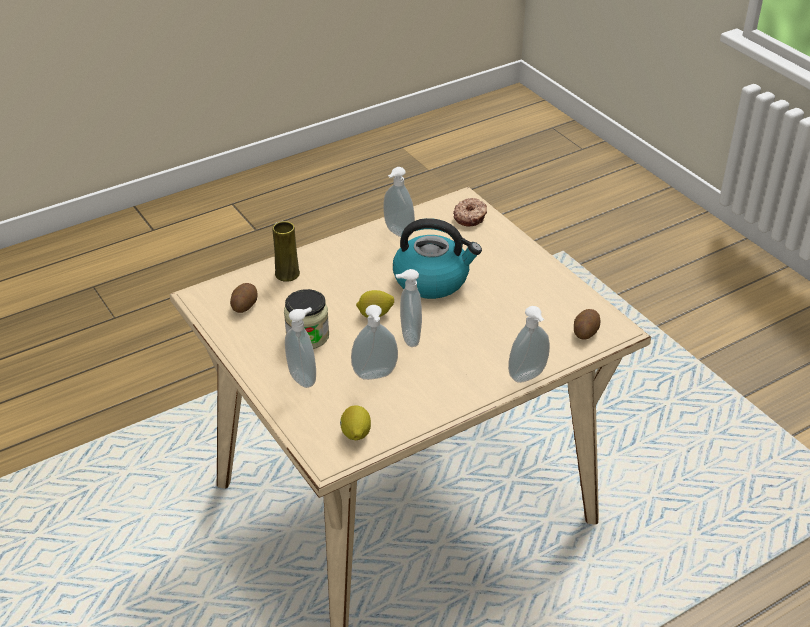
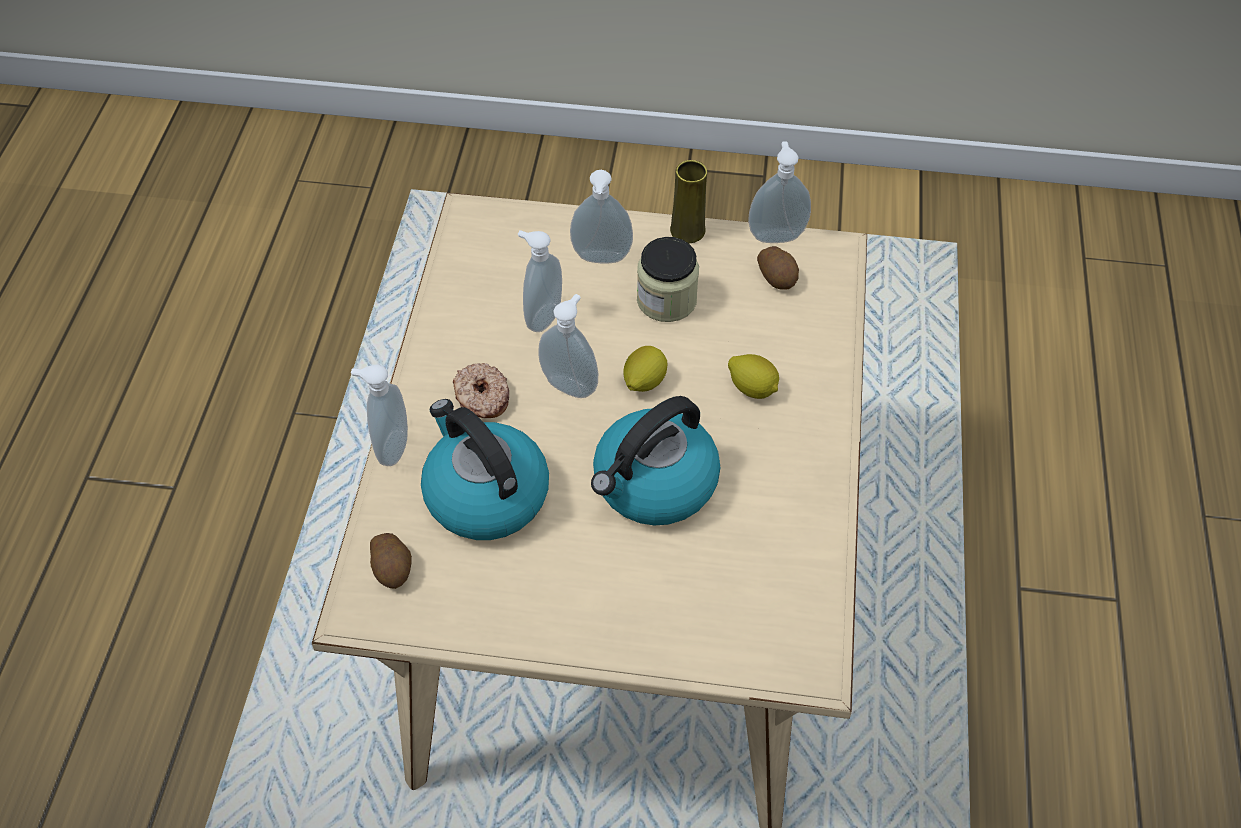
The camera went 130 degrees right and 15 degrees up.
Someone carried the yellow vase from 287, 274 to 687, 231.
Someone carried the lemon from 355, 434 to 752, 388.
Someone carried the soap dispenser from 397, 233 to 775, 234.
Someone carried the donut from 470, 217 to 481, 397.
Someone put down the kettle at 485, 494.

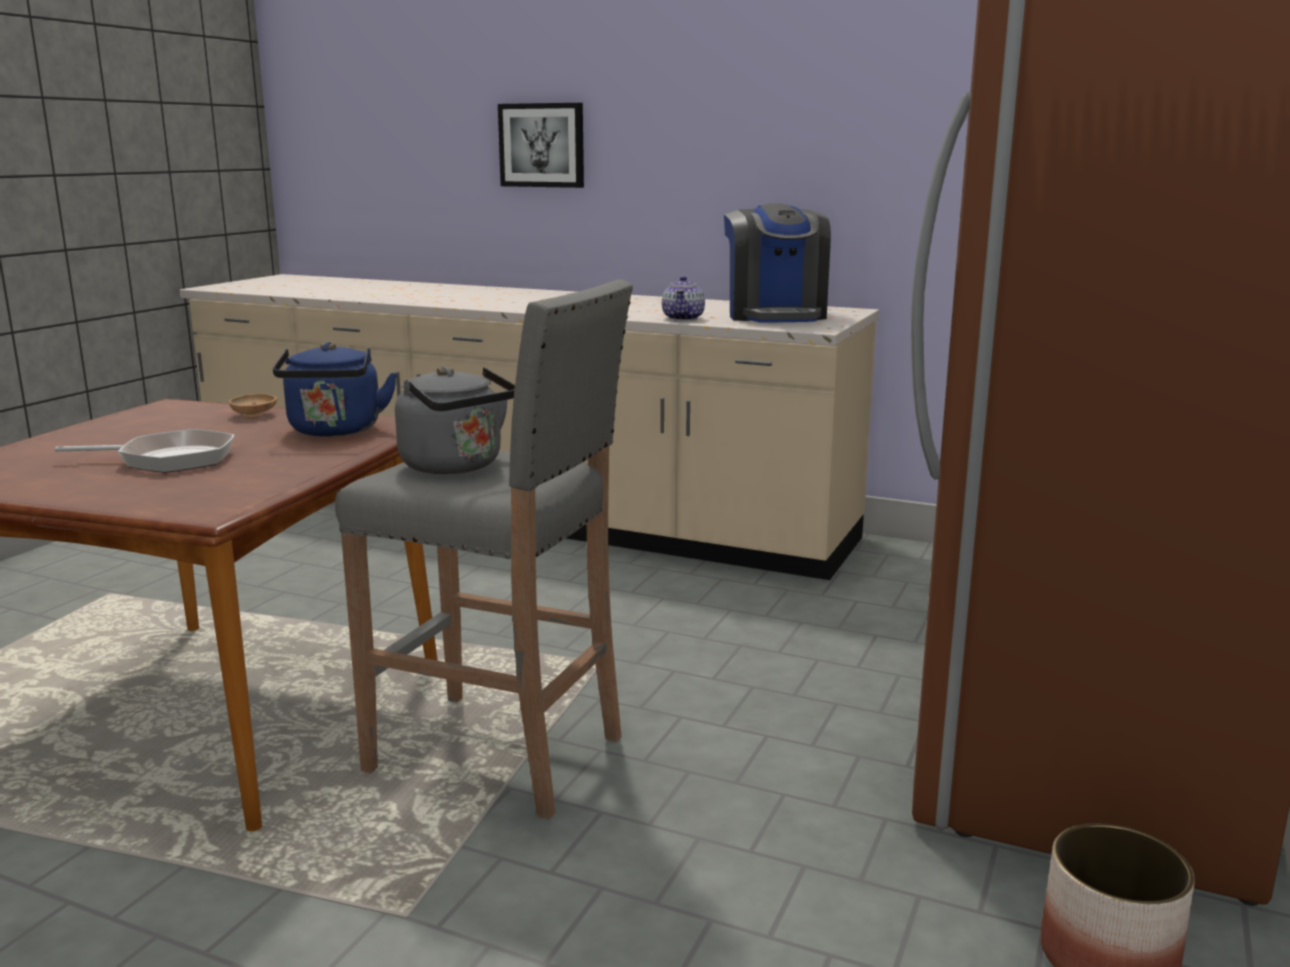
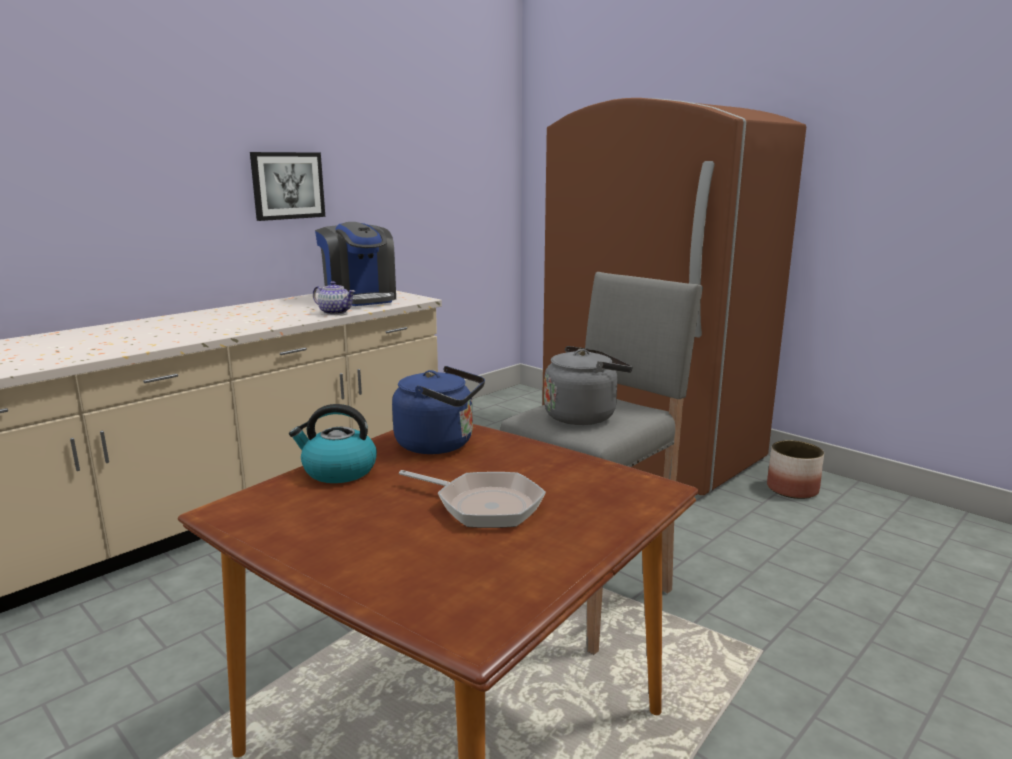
The camera went 70 degrees left and 0 degrees up.
Someone rotated the frying pan at 169, 459 by 105 degrees clockwise.
Someone swapped the brown bowl at 254, 415 for the kettle at 338, 471.
Someone carried the picture from 542, 145 to 287, 185.
Someone rotated the coffee machine at 775, 315 by 45 degrees clockwise.

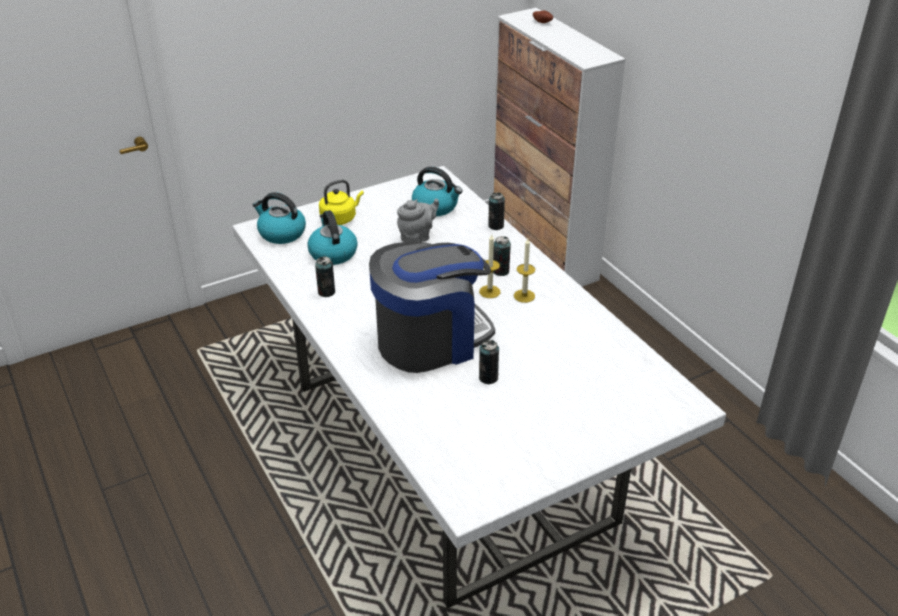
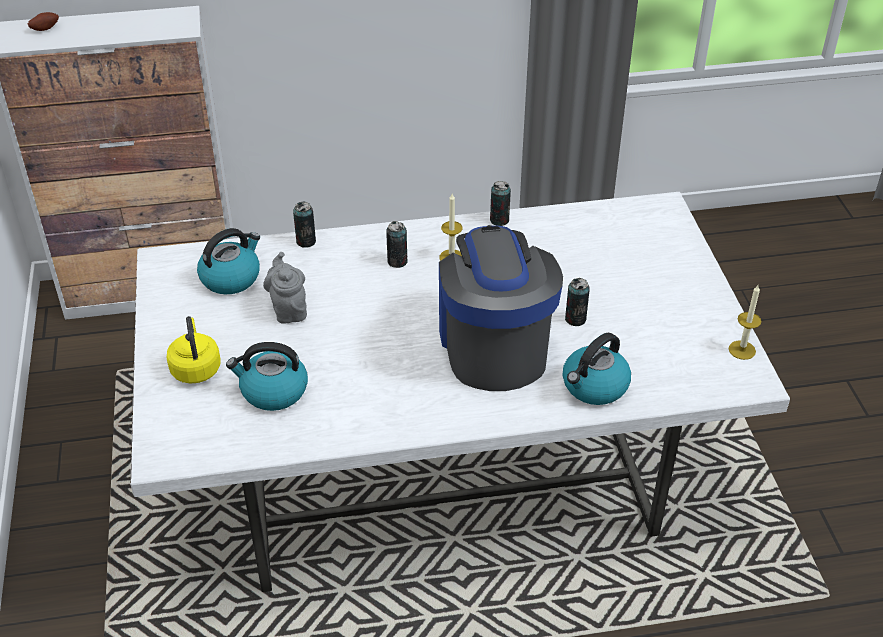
The camera went 70 degrees left and 5 degrees up.
Someone carried the kettle from 281, 233 to 594, 386.
Someone carried the can from 326, 292 to 499, 220.
Someone carried the candle from 489, 291 to 742, 350.

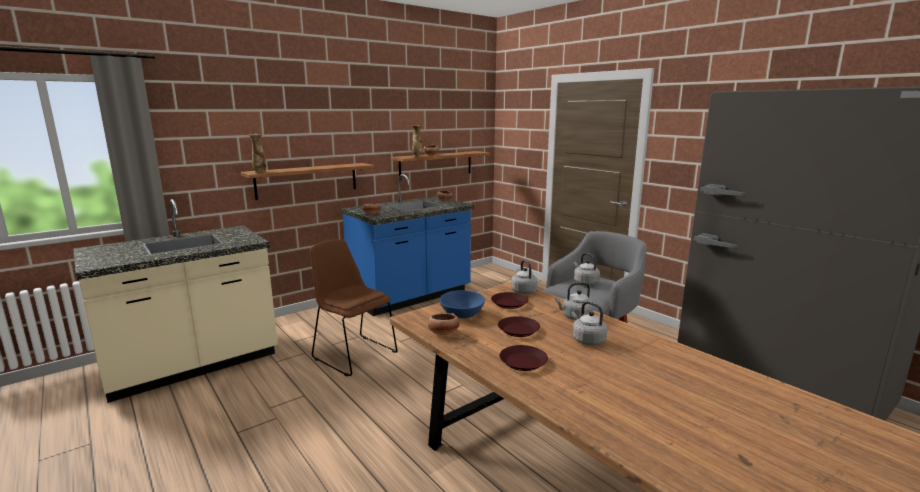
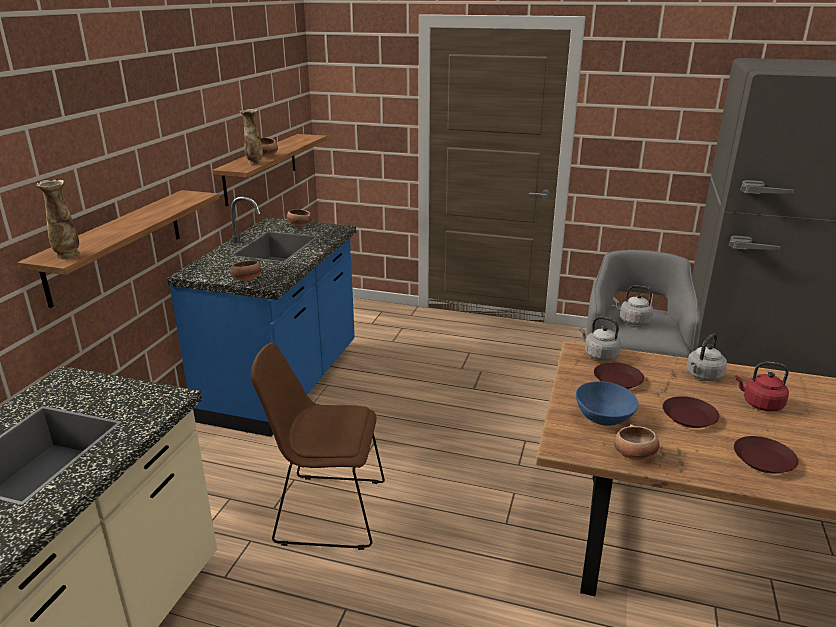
The camera went 35 degrees left and 10 degrees up.
Someone repainted the grey kettle at 587, 340, which became the red kettle at 760, 404.

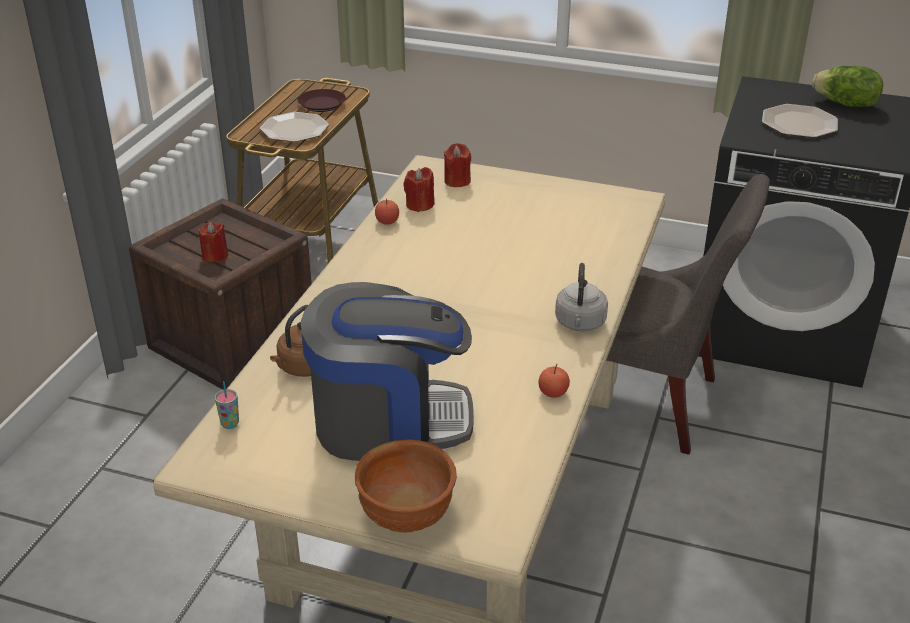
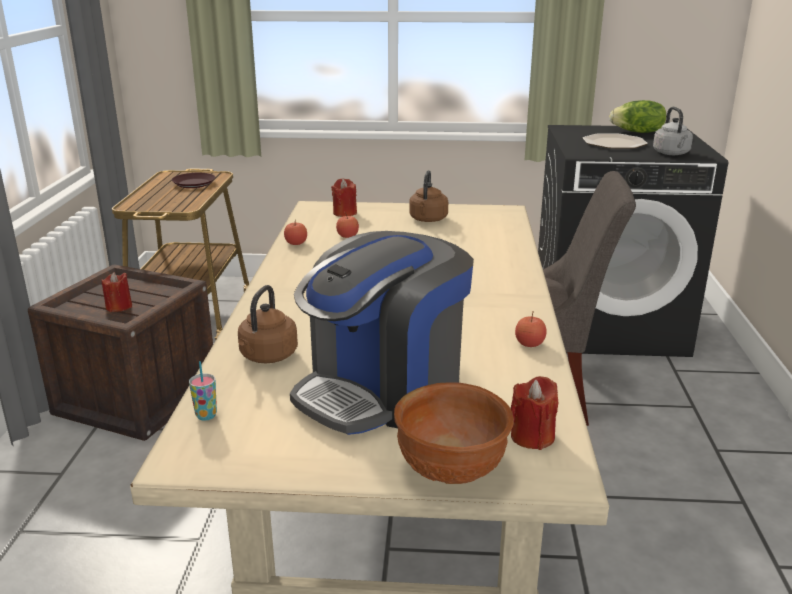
The camera went 15 degrees left and 10 degrees down.
Someone took away the plate at 295, 129.
Someone rotated the coffee machine at 389, 423 by 150 degrees clockwise.
Someone carried the red candle from 419, 205 to 532, 436.
Someone carried the grey kettle from 580, 324 to 672, 153.
Someone put down the apple at 347, 236.
Someone put down the brown kettle at 428, 220.

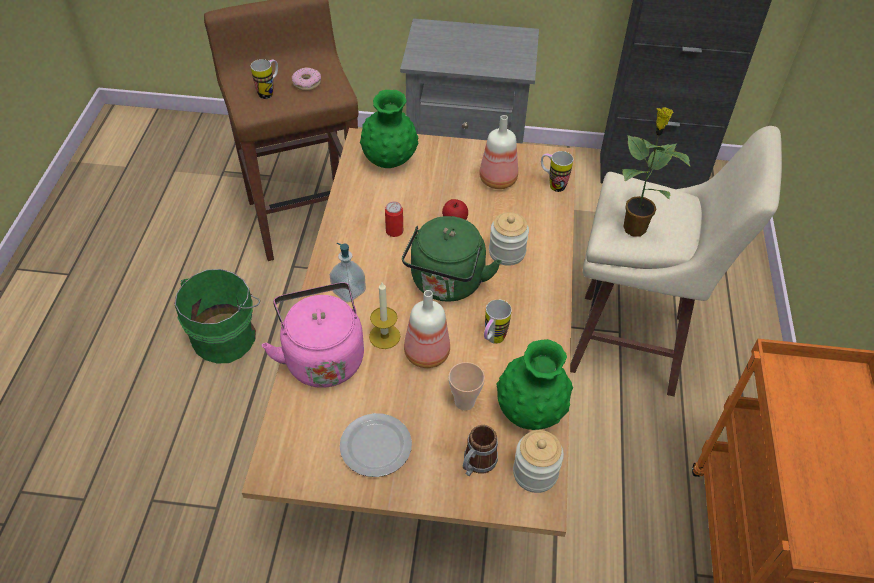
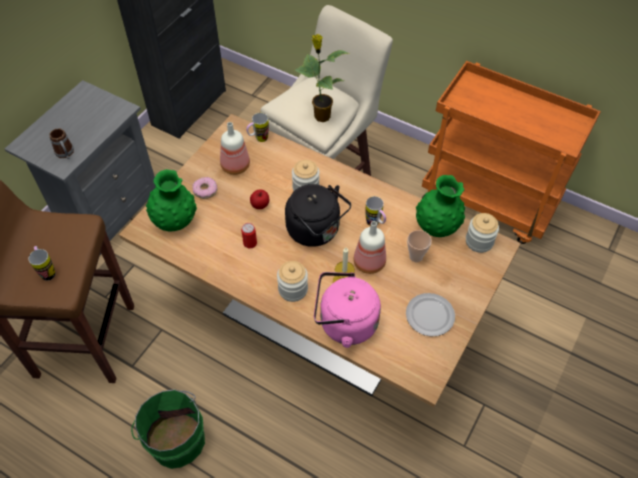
The camera went 65 degrees left and 5 degrees up.
Someone carried the donut from 307, 83 to 205, 190.
Someone swapped the soap dispenser at 348, 291 for the jar at 293, 289.
Someone repainted the green kettle at 446, 284, which became the black kettle at 316, 231.
Someone carried the mug from 476, 464 to 66, 154.

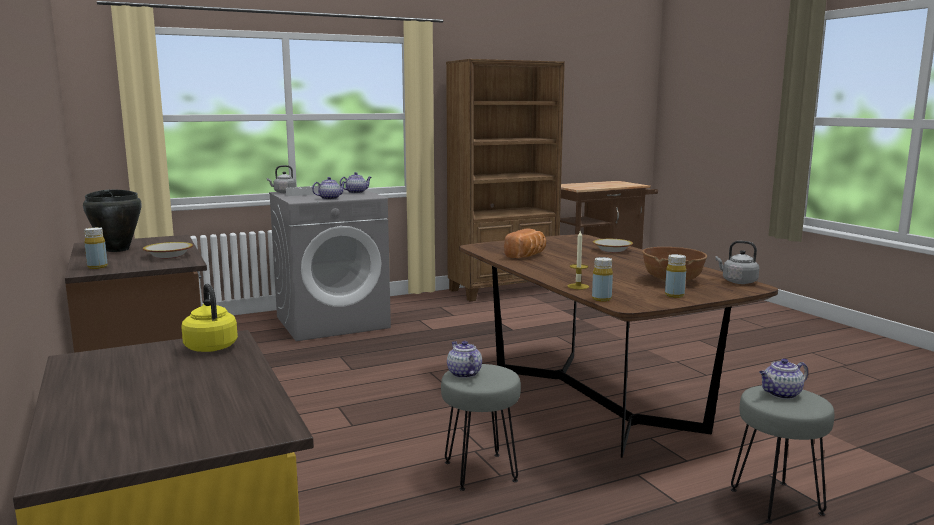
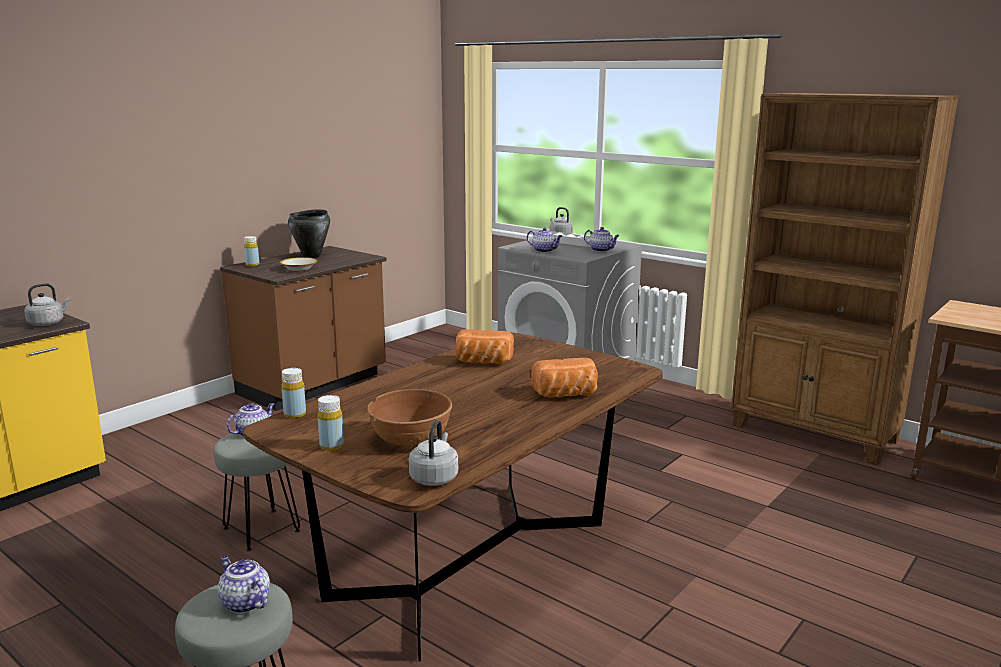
The camera went 65 degrees right and 5 degrees up.
Someone repainted the yellow kettle at 210, 346, which became the grey kettle at 48, 323.
Someone took away the candle at 578, 286.
Someone swapped the bowl at 612, 250 for the bread at 566, 395.

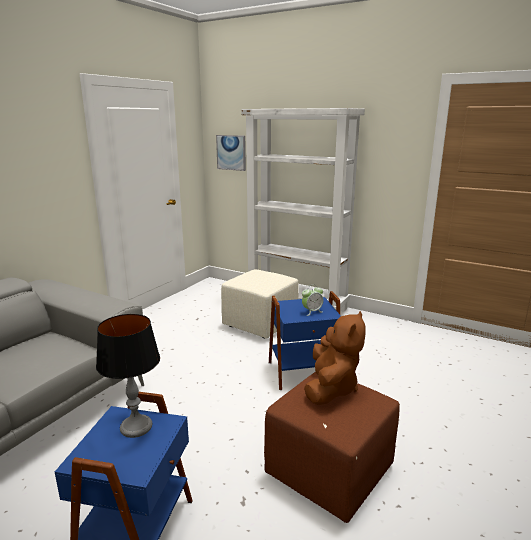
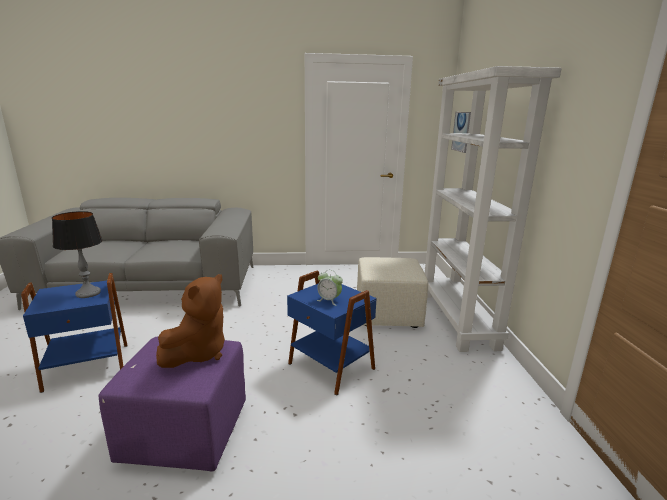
The camera went 55 degrees right and 0 degrees up.
Someone repainted the brown ottoman at 329, 472, which became the purple ottoman at 184, 433.
Someone rotated the brown plush toy at 331, 388 by 45 degrees counterclockwise.

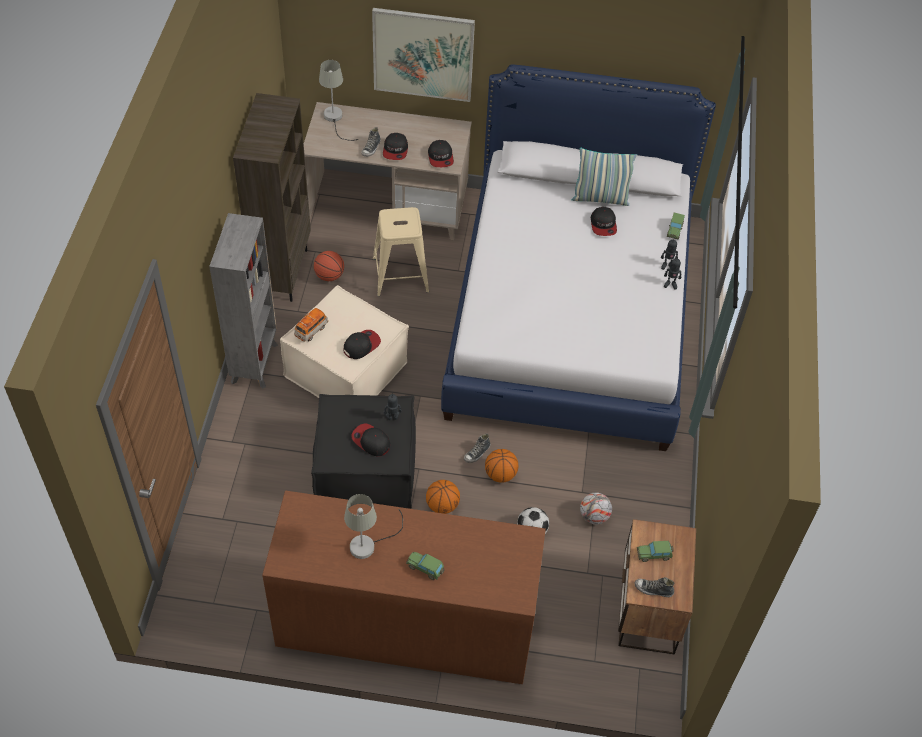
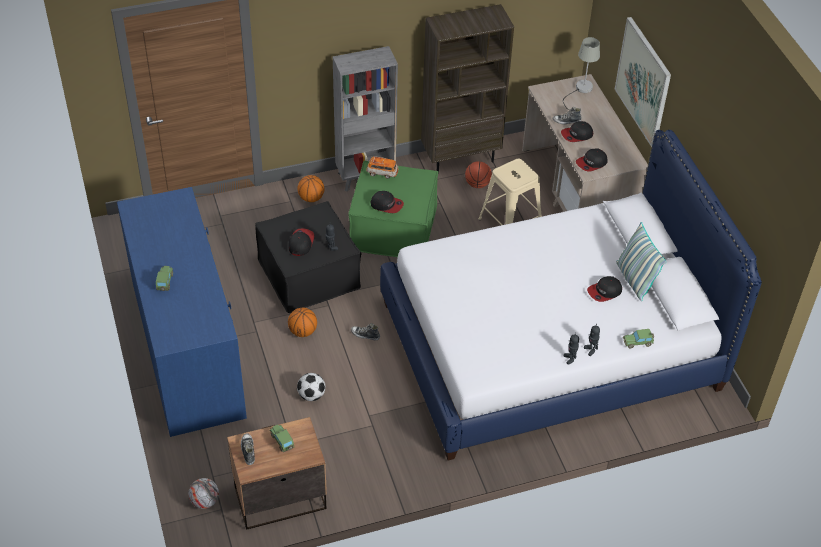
The camera went 65 degrees right and 5 degrees down.
Someone repainted the brown dresser at 405, 623, which became the blue dresser at 187, 348.
Someone repainted the beige ottoman at 346, 369, which became the green ottoman at 393, 228.
Someone took away the grey table lamp at 368, 544.
Someone carried the basketball from 500, 474 to 311, 198.
Someone carried the football from 594, 516 to 205, 501.

